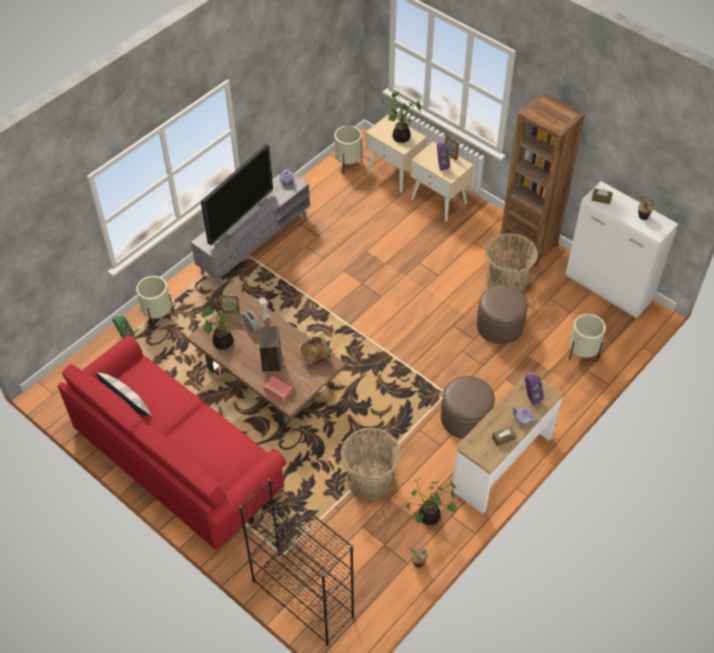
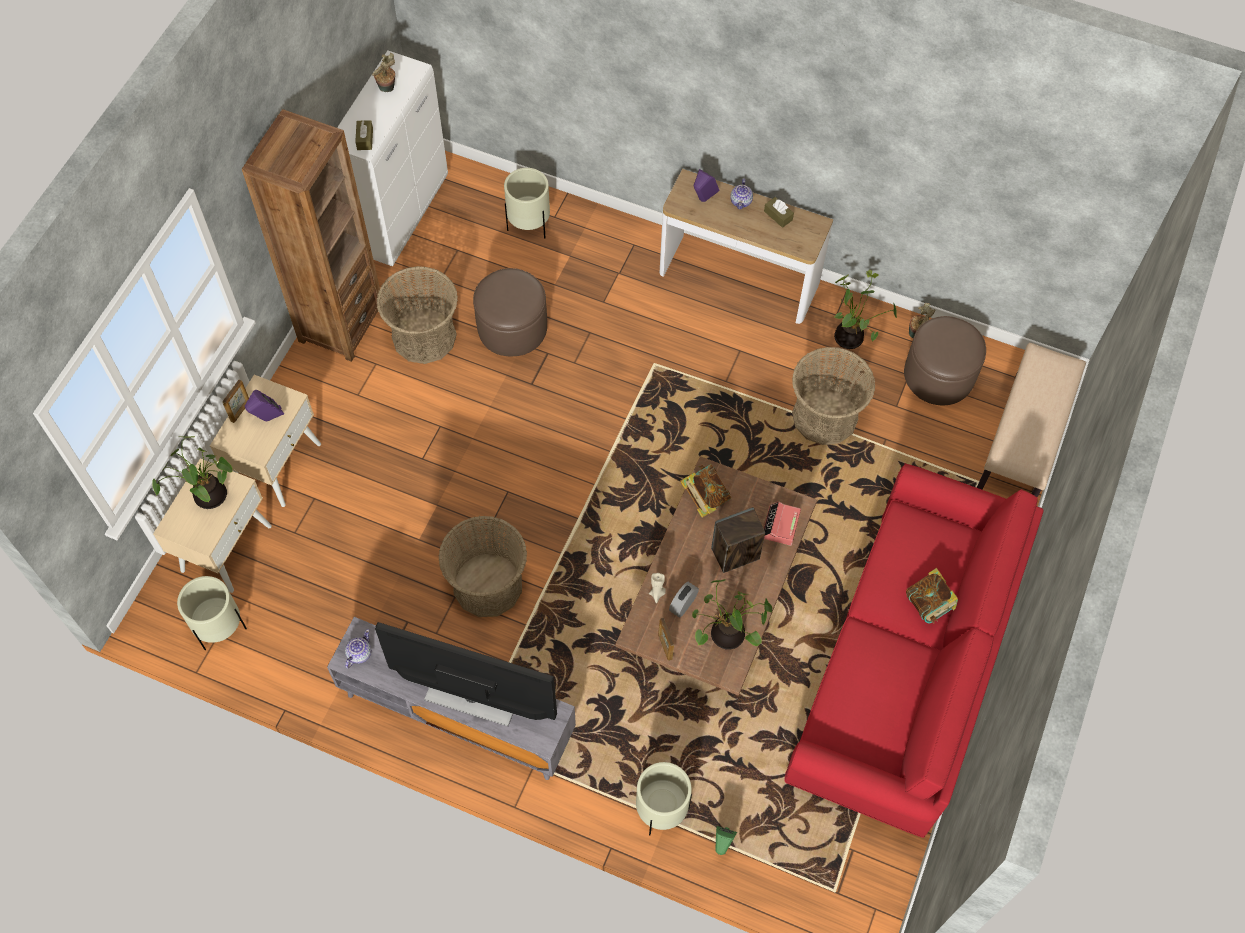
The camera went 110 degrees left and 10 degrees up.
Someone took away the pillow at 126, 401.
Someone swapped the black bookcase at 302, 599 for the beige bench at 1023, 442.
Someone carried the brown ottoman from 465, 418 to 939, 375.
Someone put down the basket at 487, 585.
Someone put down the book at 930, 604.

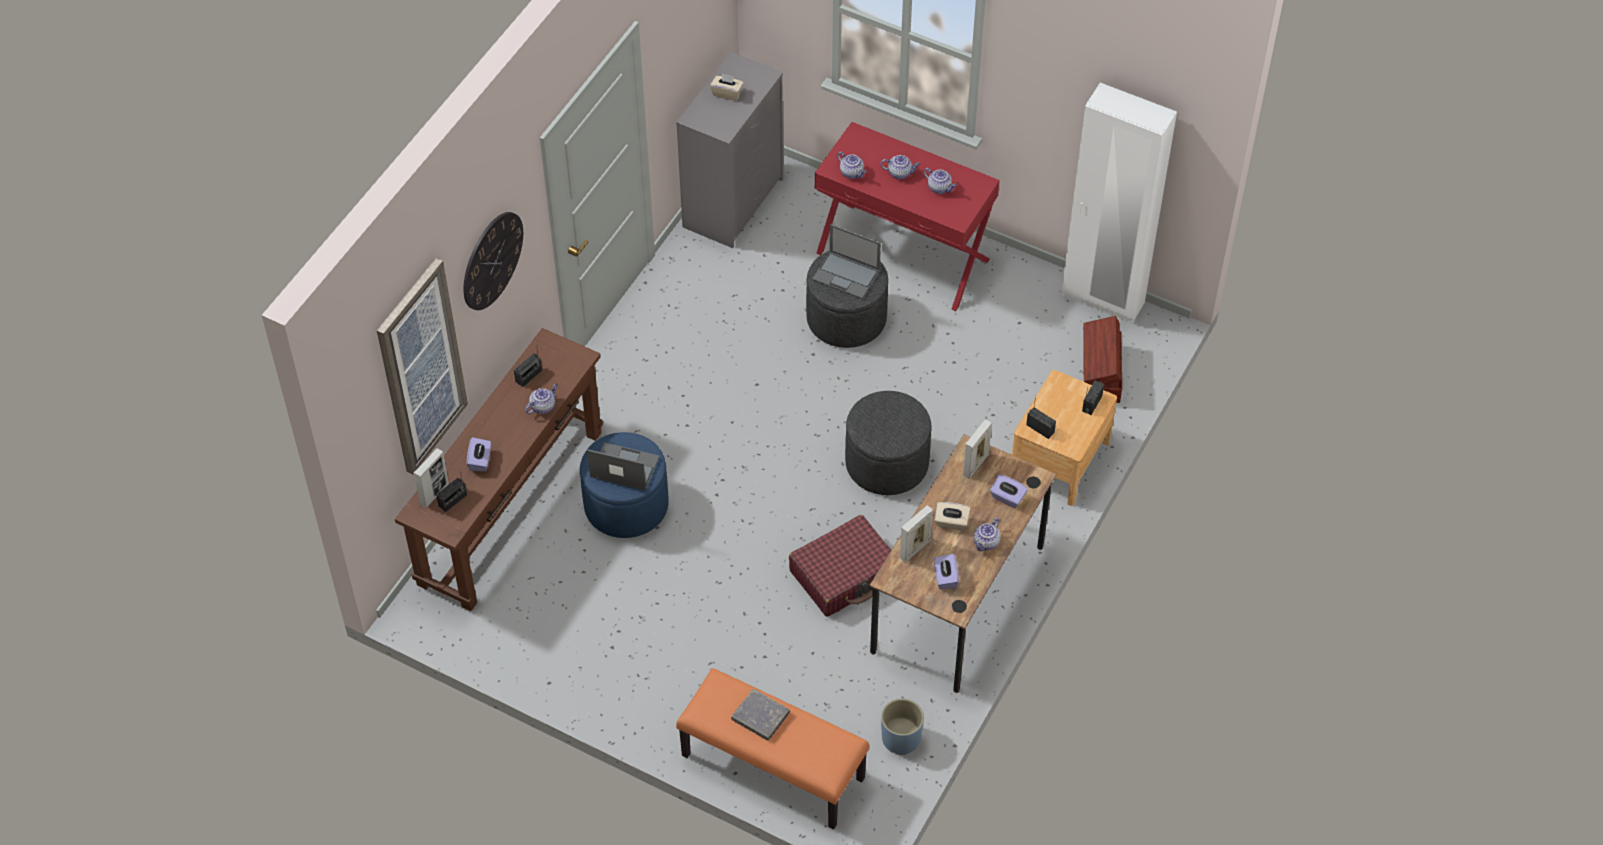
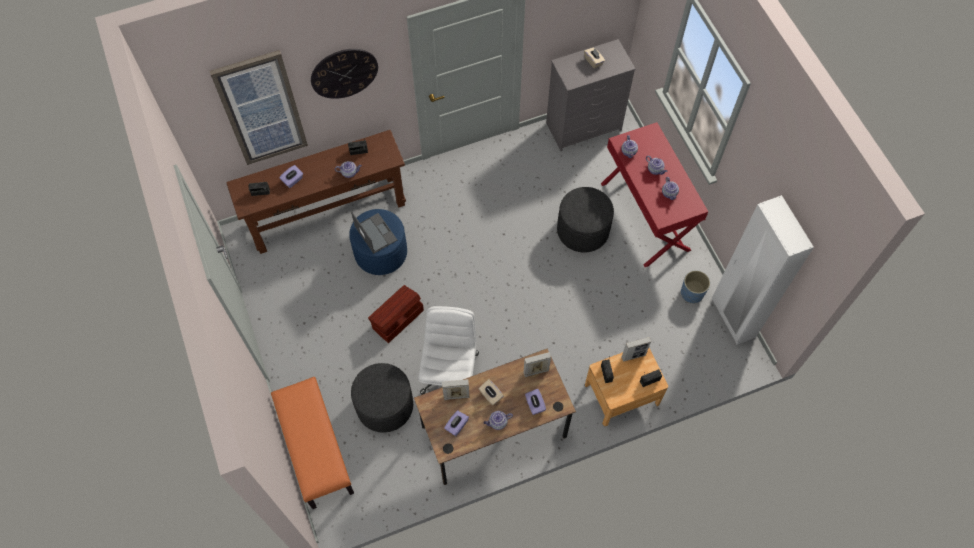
The camera went 40 degrees right and 10 degrees up.
Someone carried the picture frame from 434, 494 to 633, 356.
Someone took away the grey book at 760, 716.
Someone swapped the red suitcase at 844, 574 for the white office chair at 449, 372.
Someone took away the laptop at 847, 275.
Someone carried the grey ottoman from 887, 463 to 385, 405.
Someone carried the blue planter from 901, 738 to 692, 293.
Someone carried the brown storage box from 1101, 373 to 397, 319.

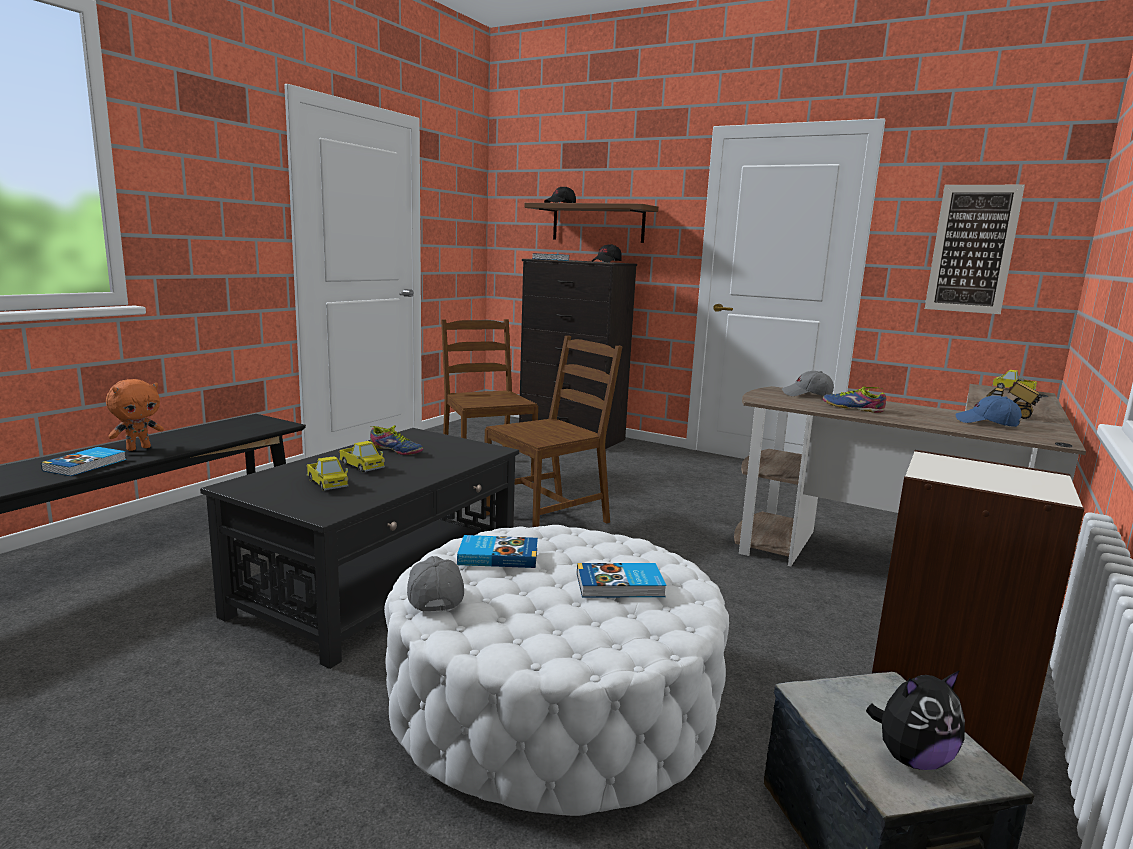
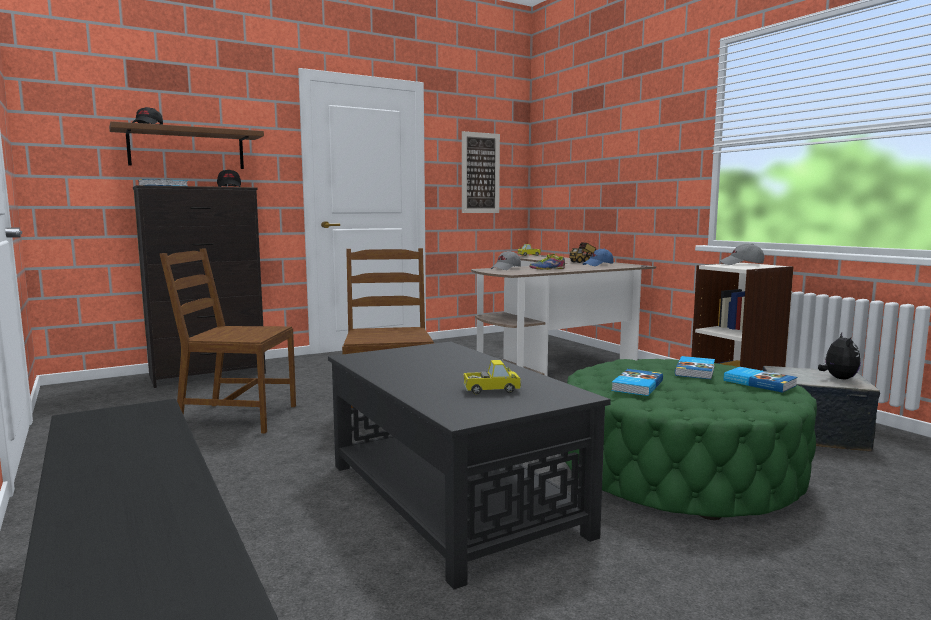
The camera went 60 degrees left and 5 degrees down.
Someone carried the book from 86, 465 to 759, 383.
Someone took away the orange plush toy at 138, 448.
Someone took away the toy truck at 361, 467.
Someone took away the shoe at 395, 450.
Someone repainted the white ottoman at 554, 701, which became the green ottoman at 679, 470.
Someone carried the grey cap from 433, 595 to 741, 264.

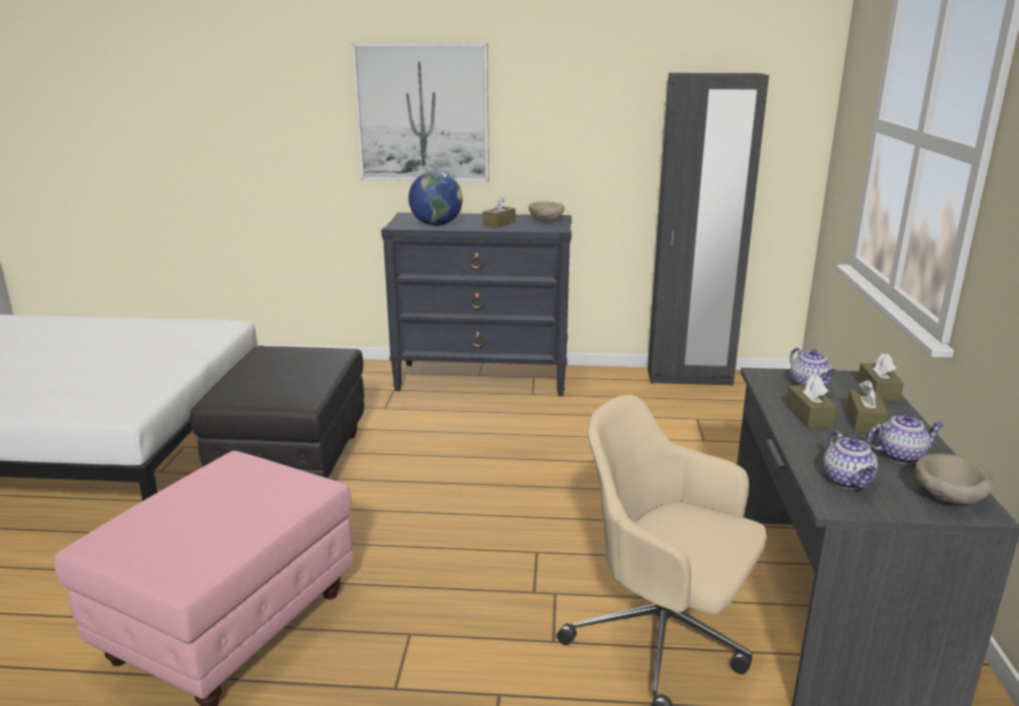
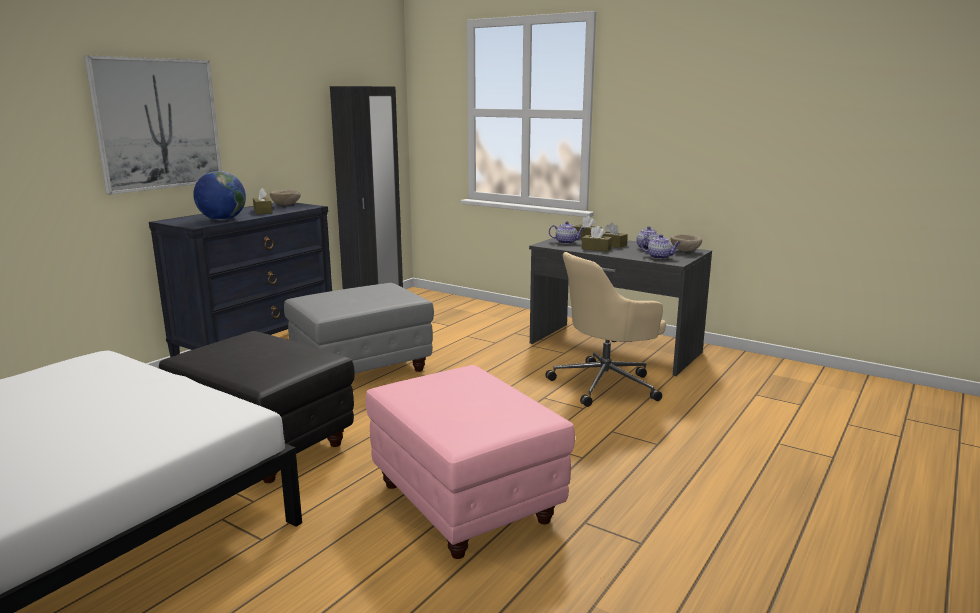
The camera went 60 degrees left and 5 degrees down.
Someone put down the grey ottoman at 362, 369.

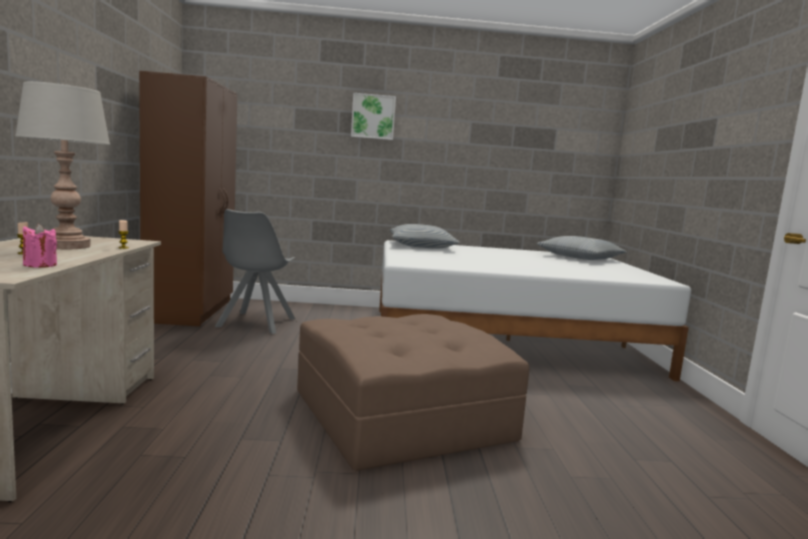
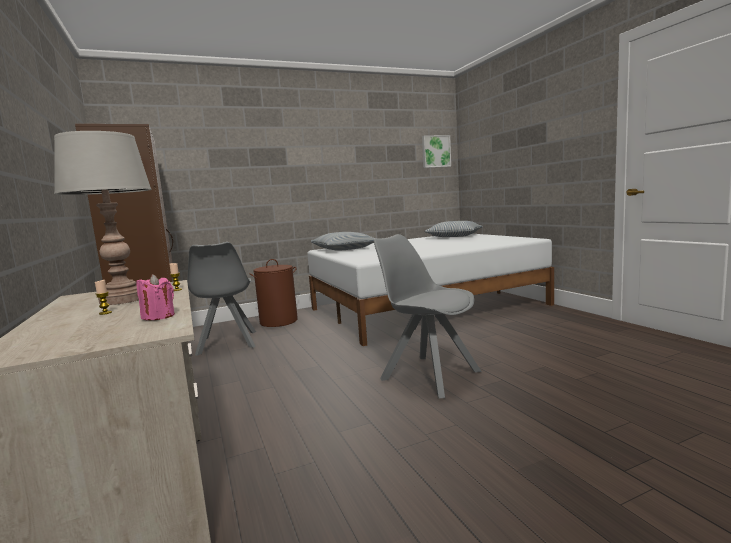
The camera went 20 degrees left and 0 degrees up.
Someone swapped the brown ottoman at 402, 414 for the grey chair at 428, 375.
Someone carried the picture from 373, 116 to 435, 151.
Someone put down the brown laundry basket at 279, 321.

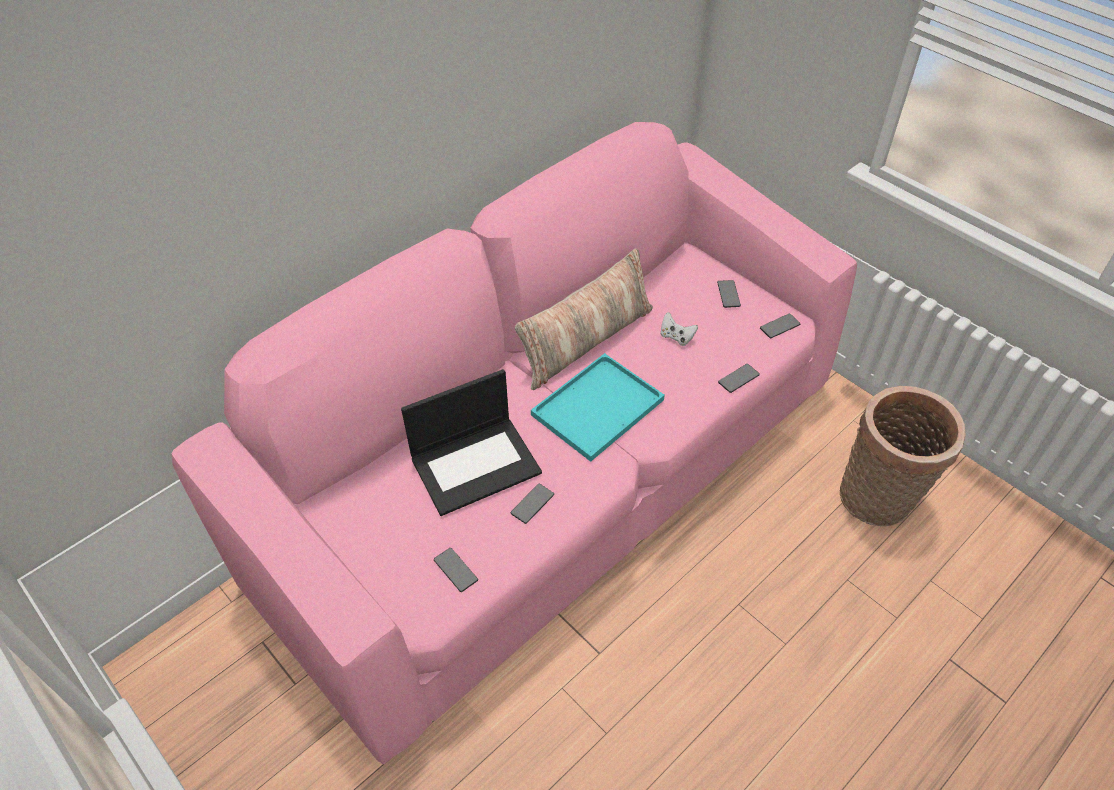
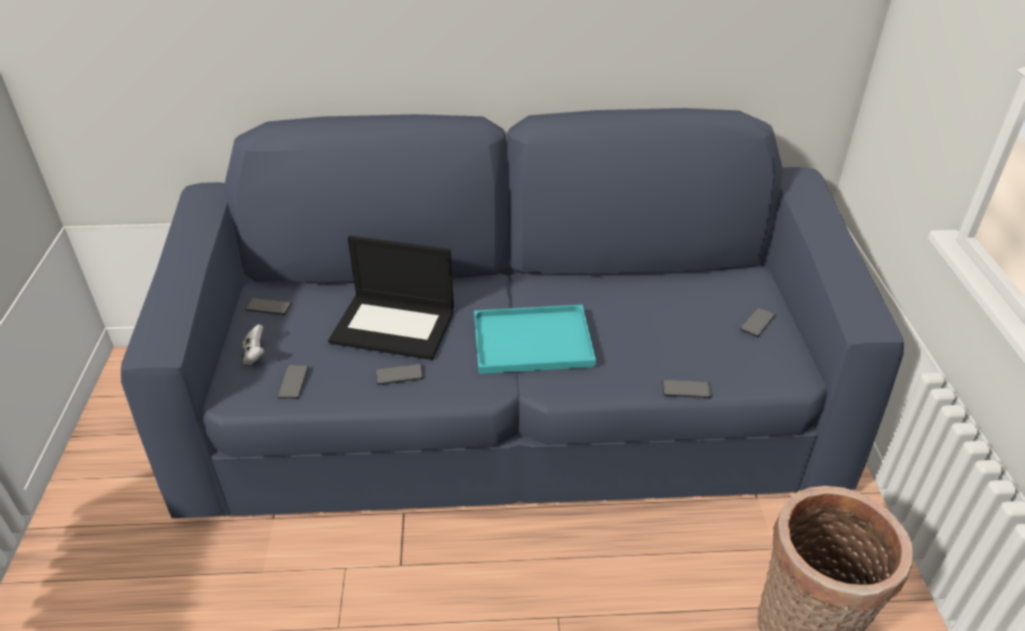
The camera went 40 degrees right and 10 degrees down.
Someone repainted the pink sofa at 556, 478, which became the blue sofa at 512, 417.
Someone took away the pillow at 586, 341.
Someone carried the white game controller from 676, 337 to 255, 355.
Someone carried the phone from 779, 326 to 268, 307.

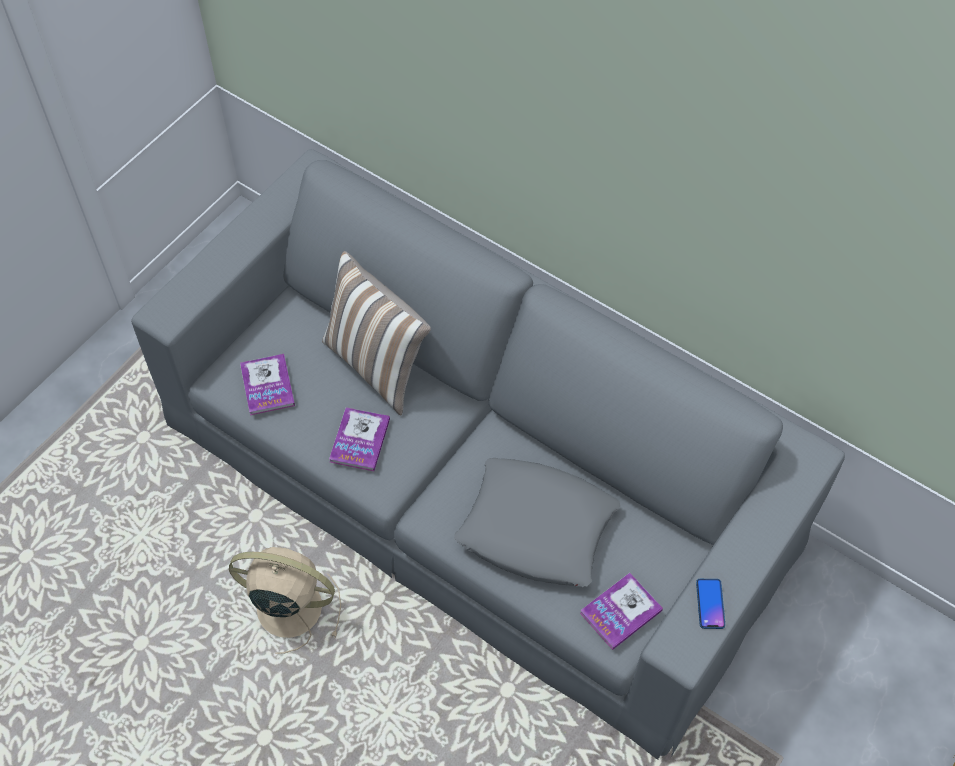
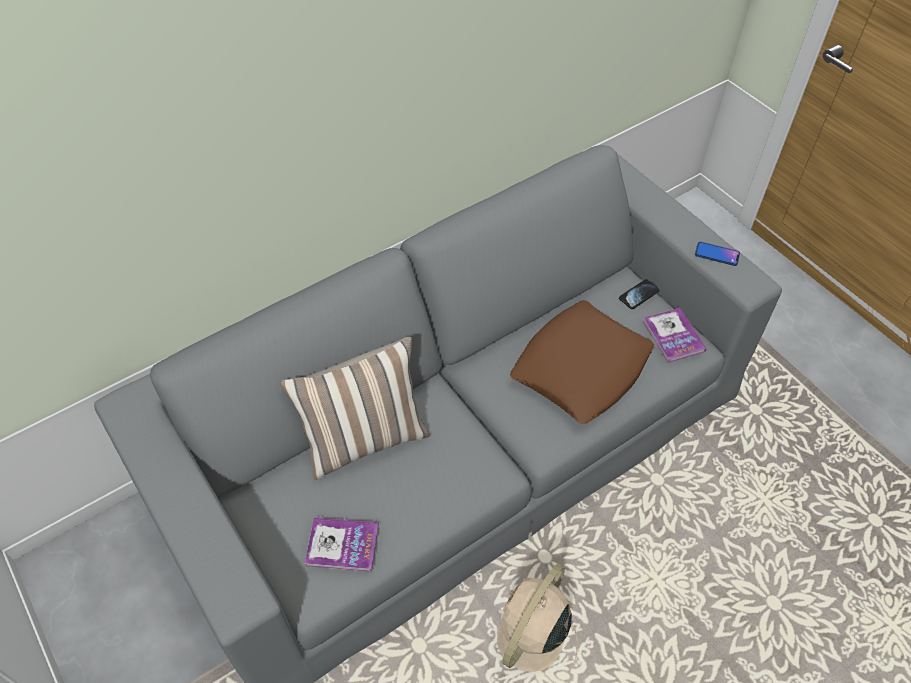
The camera went 70 degrees left and 5 degrees down.
Someone took away the book at 360, 440.
Someone repainted the grey pillow at 537, 528, which became the brown pillow at 581, 367.
Someone put down the phone at 638, 295.

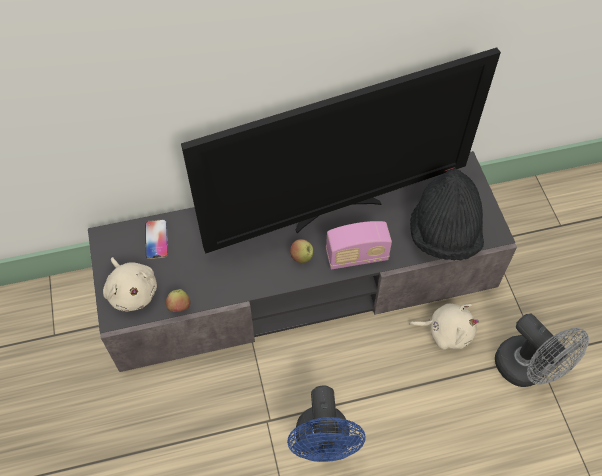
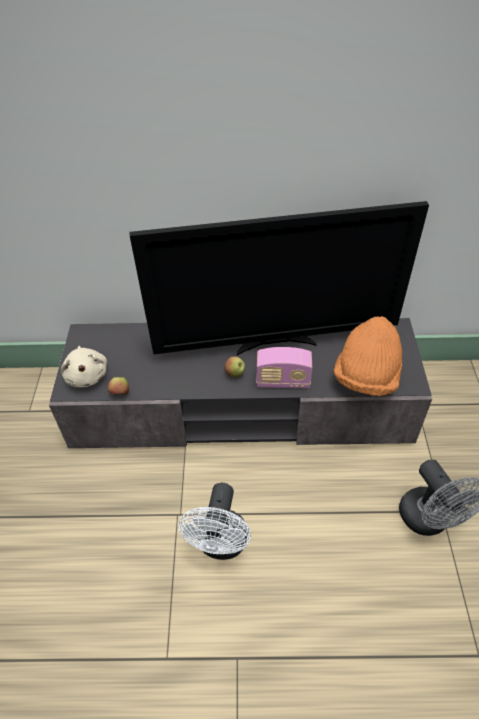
The camera went 15 degrees right and 10 degrees down.
Someone took away the phone at 156, 239.
Someone repainted the blue fan at 323, 444, which became the white fan at 221, 545.
Someone took away the beige plush toy at 446, 331.
Someone repainted the black hat at 444, 234, which became the orange hat at 366, 377.

